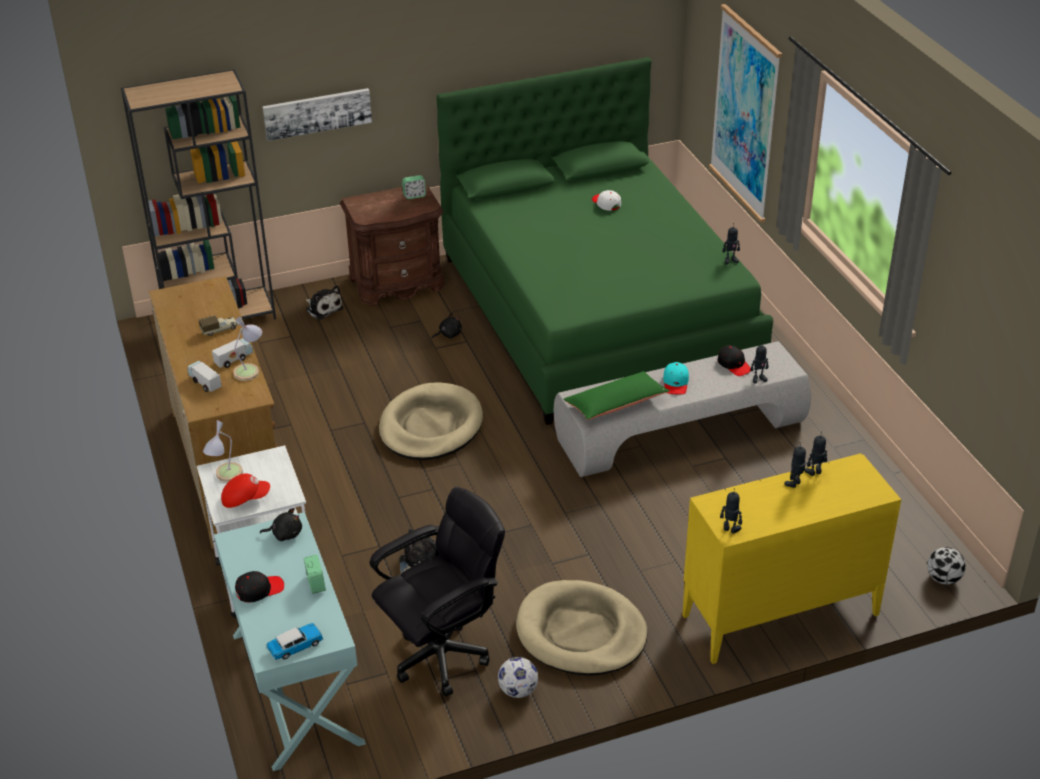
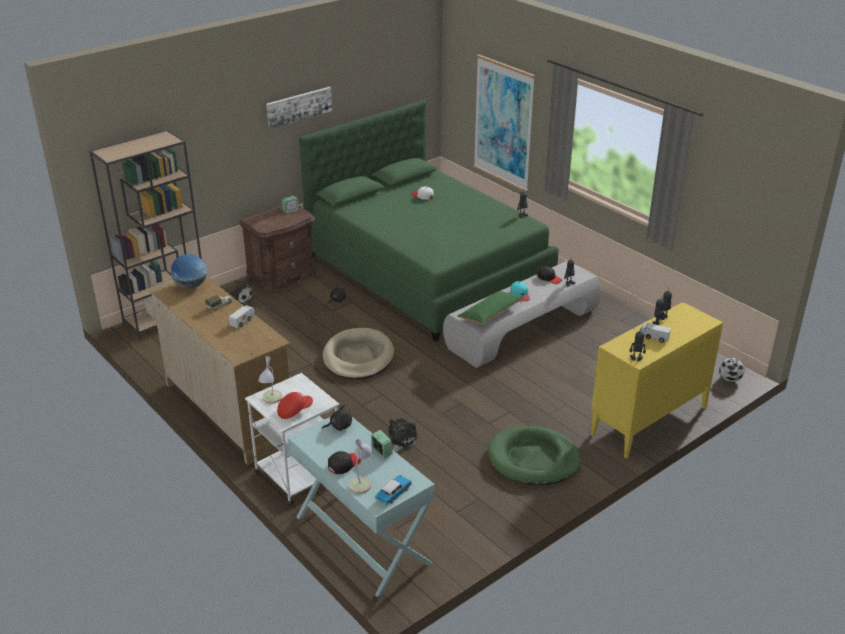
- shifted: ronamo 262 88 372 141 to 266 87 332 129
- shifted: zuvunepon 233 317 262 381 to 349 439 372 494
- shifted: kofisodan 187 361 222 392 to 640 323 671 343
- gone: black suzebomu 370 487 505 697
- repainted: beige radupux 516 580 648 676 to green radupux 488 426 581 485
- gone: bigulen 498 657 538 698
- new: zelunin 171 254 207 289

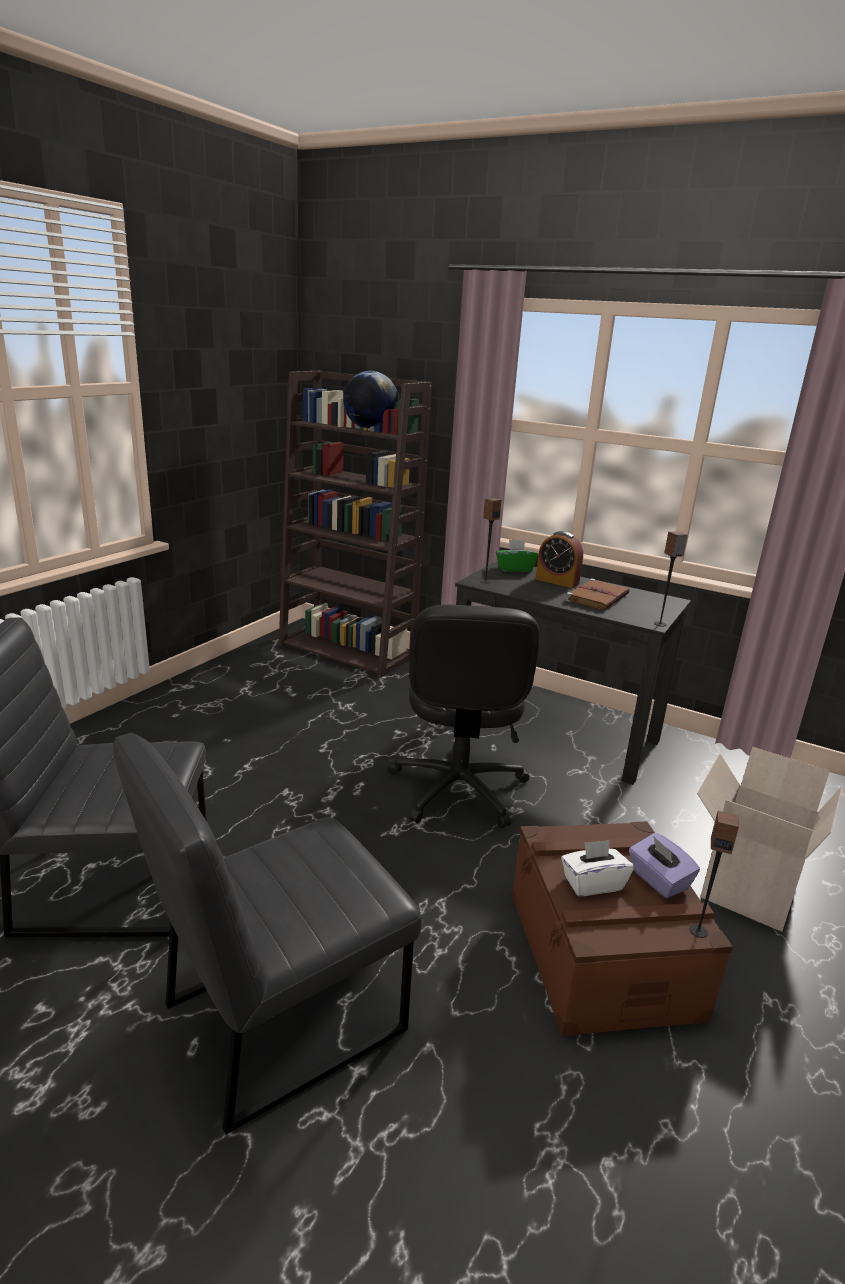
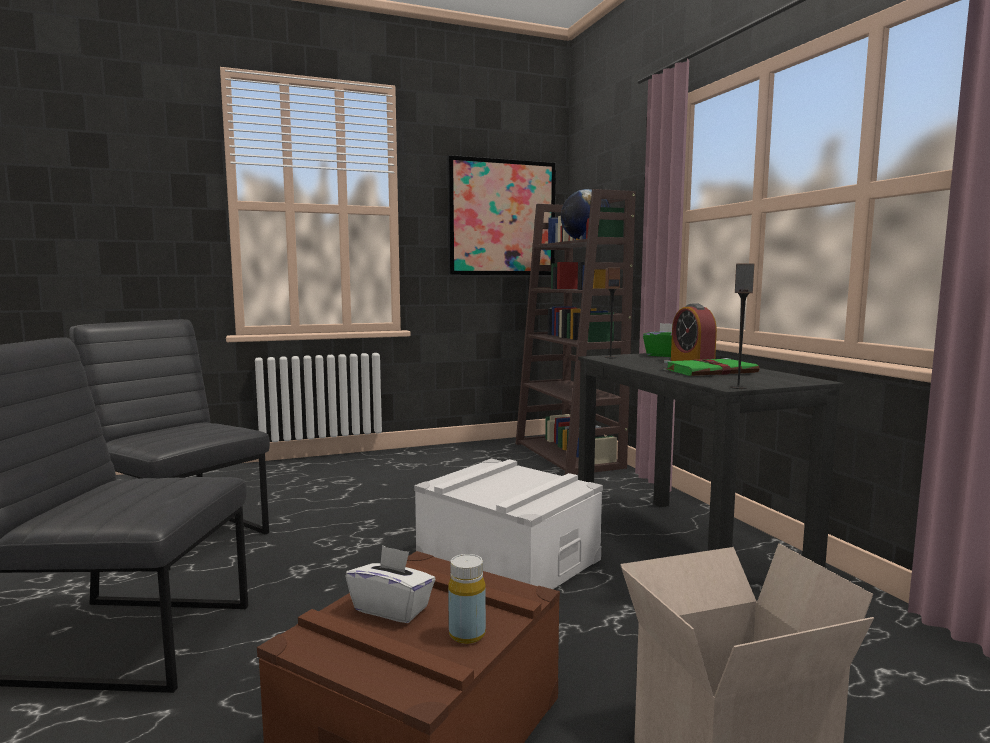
- repainted: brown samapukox 565 579 629 610 to green samapukox 663 358 760 376
- swapped: black suzebomu 387 605 540 828 to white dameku 414 459 603 589
- gone: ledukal 689 811 739 938
- swapped: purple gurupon 629 833 700 898 to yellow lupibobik 448 554 486 644
- new: ronamo 447 155 556 275

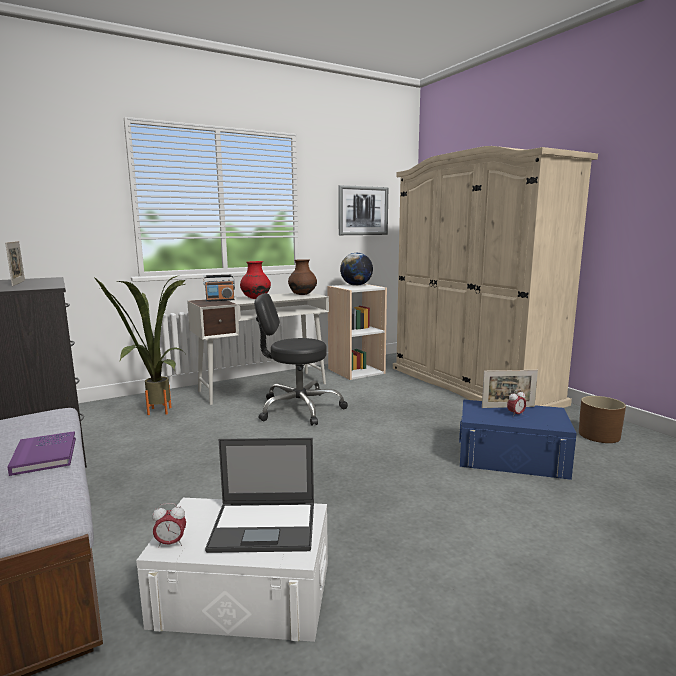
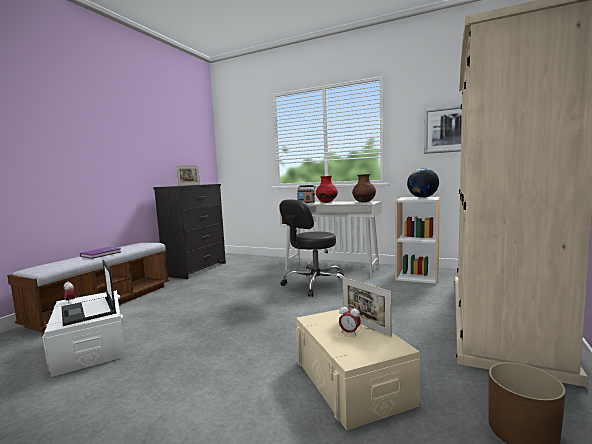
- gone: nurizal 94 276 186 415
- rotated: black suzebomu 254 293 348 426 = 279 199 345 297 90 degrees counterclockwise
- repainted: blue dameku 459 400 577 480 to beige dameku 296 309 420 431

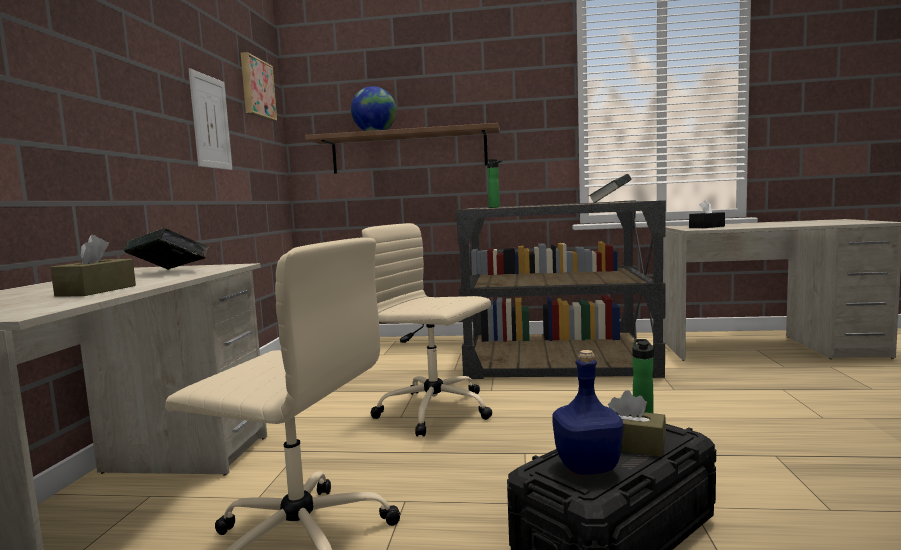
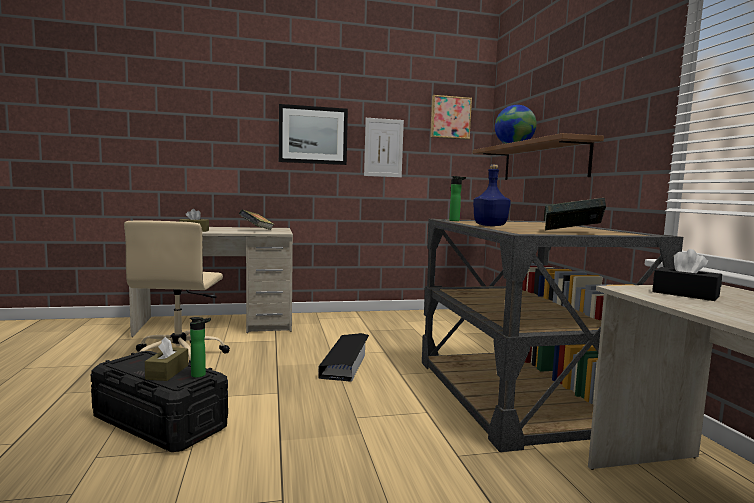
- swapped: beige suzebomu 362 223 492 437 to black dameku 318 333 369 382
- shifted: blue lupibobik 552 350 623 475 to 473 164 511 226
- new: ronamo 279 104 348 165

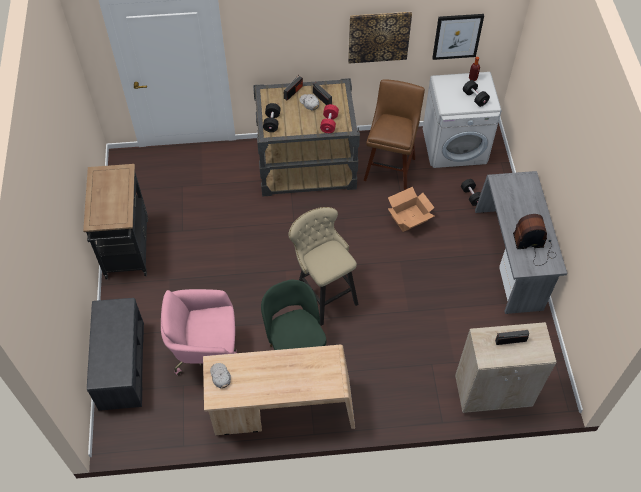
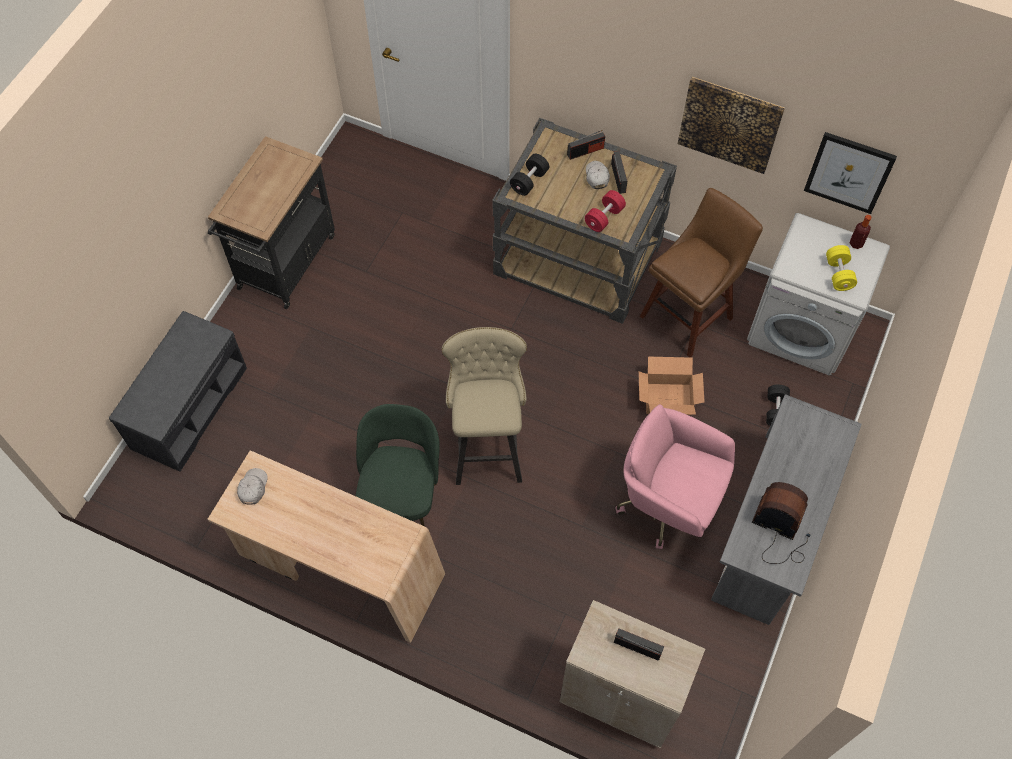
- repainted: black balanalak 463 80 490 107 to yellow balanalak 826 245 857 291
- shifted: pink suzebomu 161 289 237 375 to 615 404 735 549

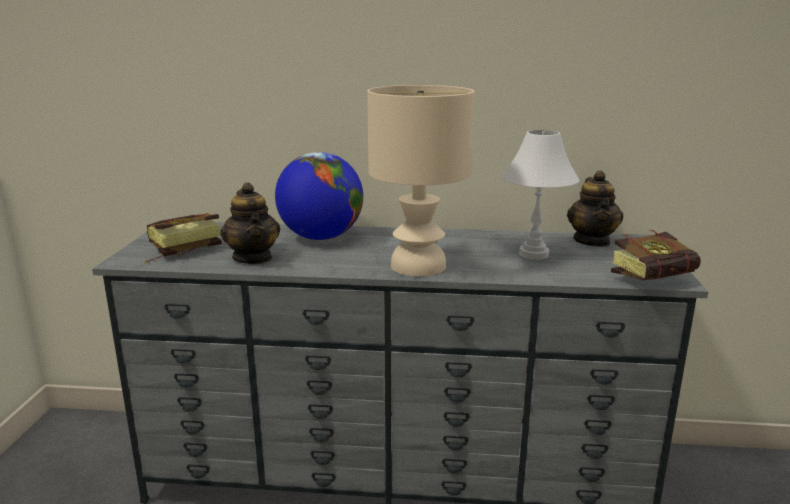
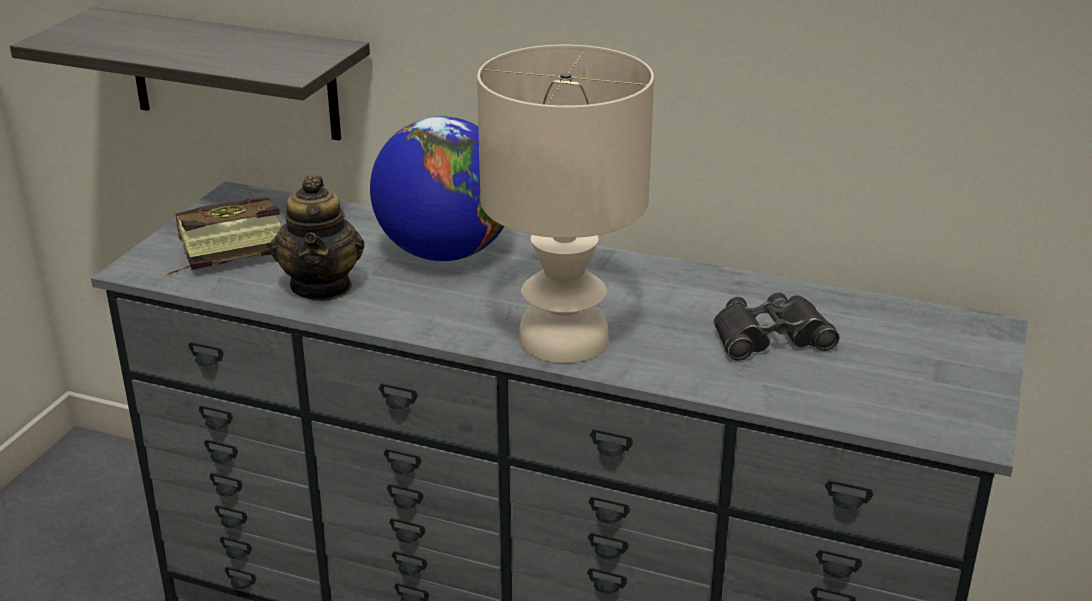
- swapped: white zuvunepon 501 130 580 260 to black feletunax 714 293 840 361
- gone: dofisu 567 170 623 247
- gone: samapukox 611 230 701 281
- new: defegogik 10 7 370 141

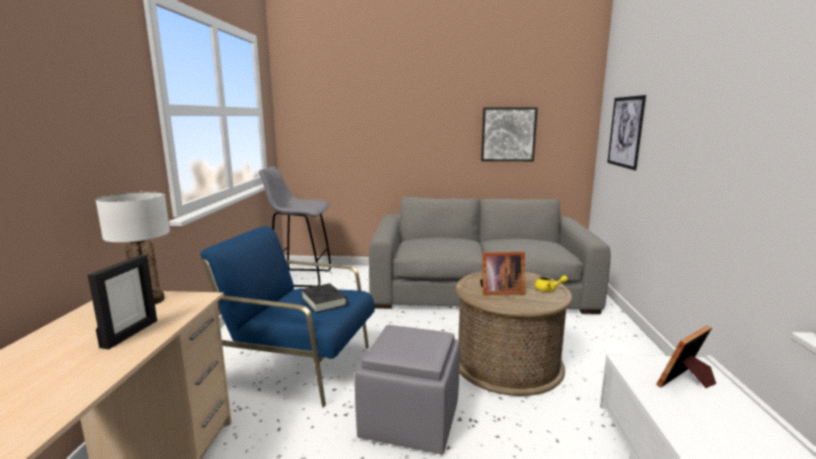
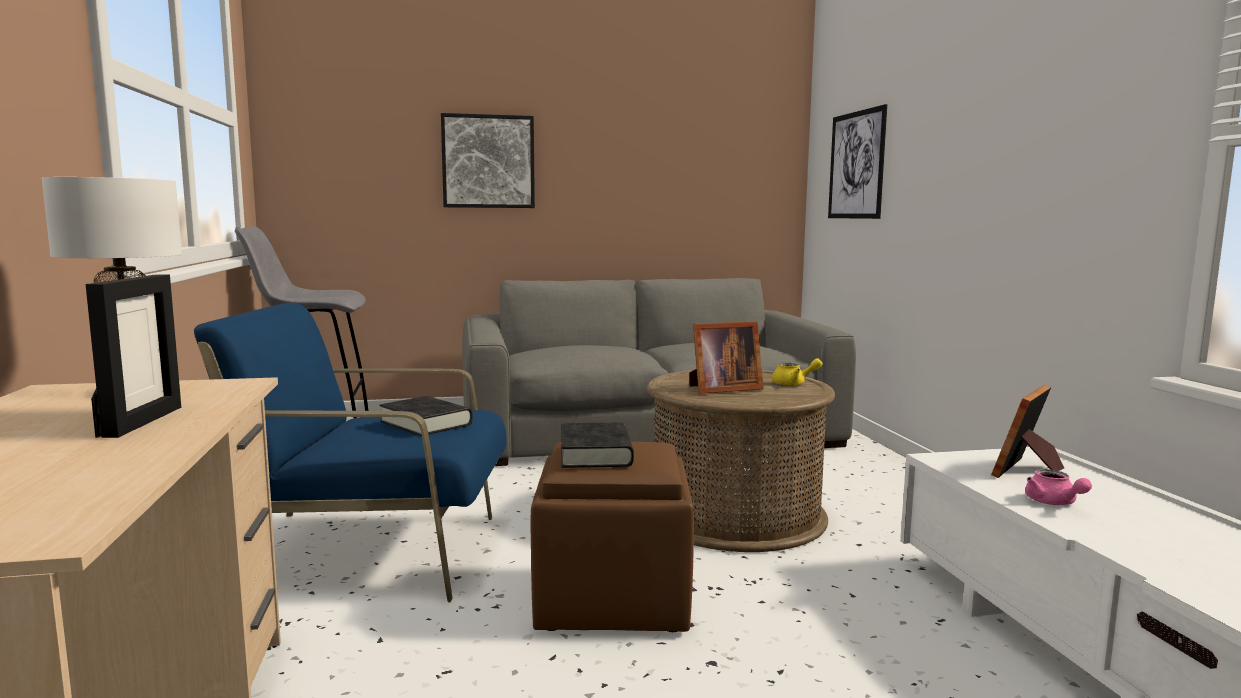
- shifted: ronamo 481 107 538 161 to 441 113 535 208
- repainted: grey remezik 354 325 460 454 to brown remezik 530 442 694 632
- new: black samapukox 561 423 634 468
- new: pink dofisu 1025 469 1092 505

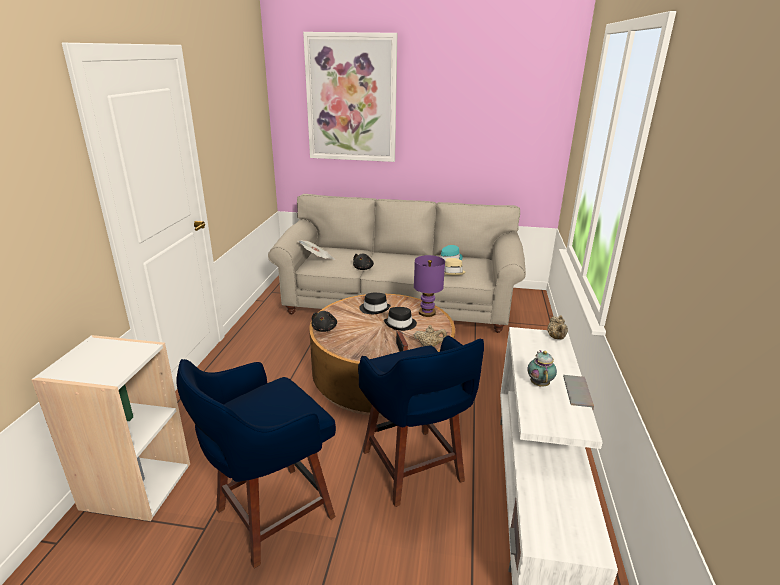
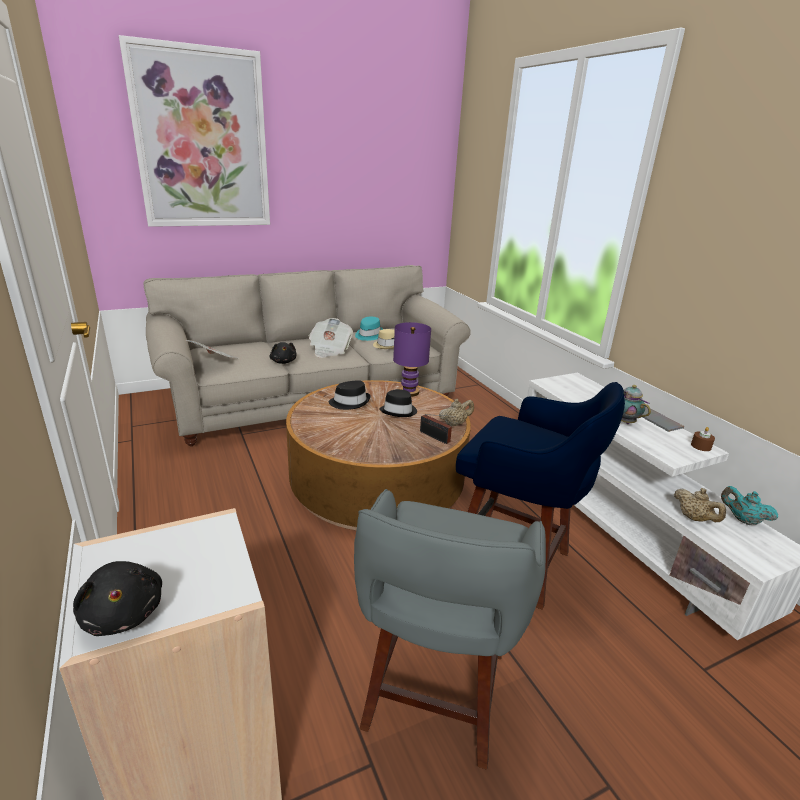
- shifted: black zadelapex 312 311 337 332 to 73 561 162 636
- shifted: beige dofisu 547 315 568 340 to 674 488 726 522
- repainted: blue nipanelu 176 359 336 569 to grey nipanelu 354 489 546 770
- new: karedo 308 318 353 358
- new: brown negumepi 691 427 715 451
- new: turquoise dofisu 721 486 778 525

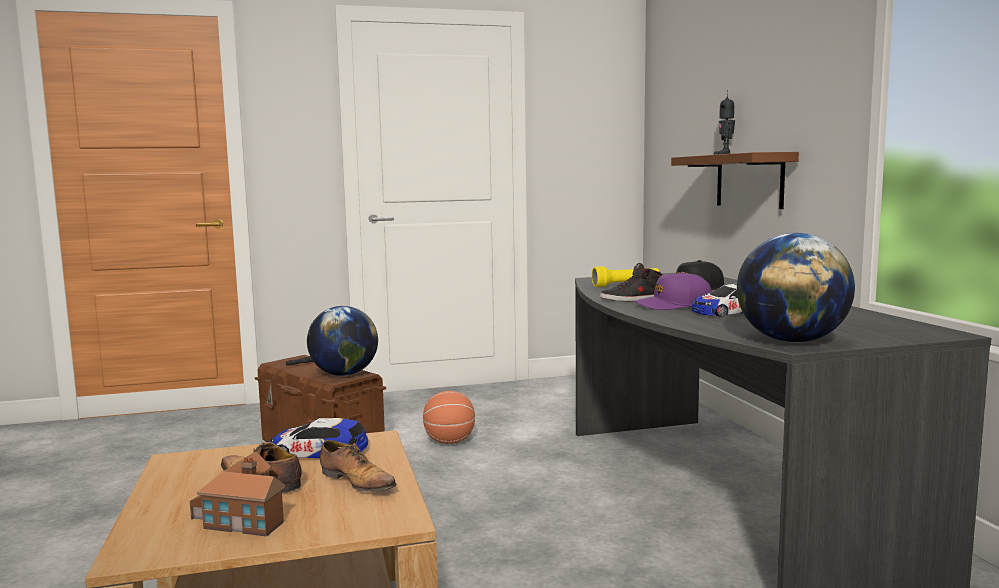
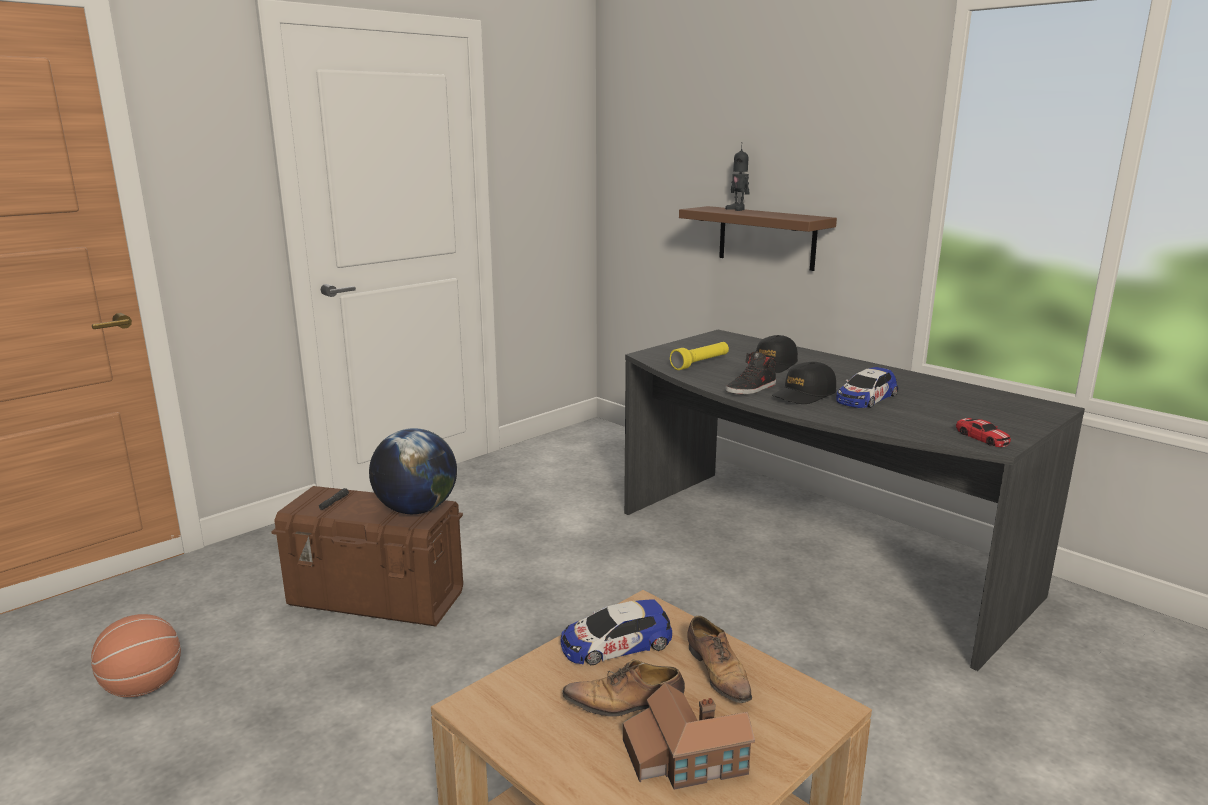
- swapped: zelunin 737 233 855 343 to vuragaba 956 418 1011 447
- repainted: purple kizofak 634 272 712 310 to black kizofak 772 362 836 404
- shifted: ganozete 423 391 475 444 to 91 614 181 697
- rotated: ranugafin 320 440 397 494 = 687 616 752 706 60 degrees clockwise

